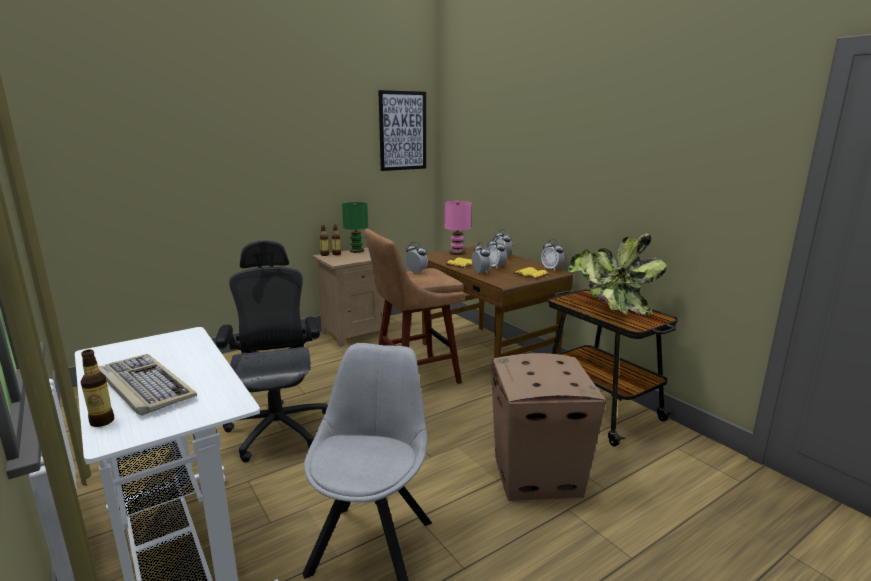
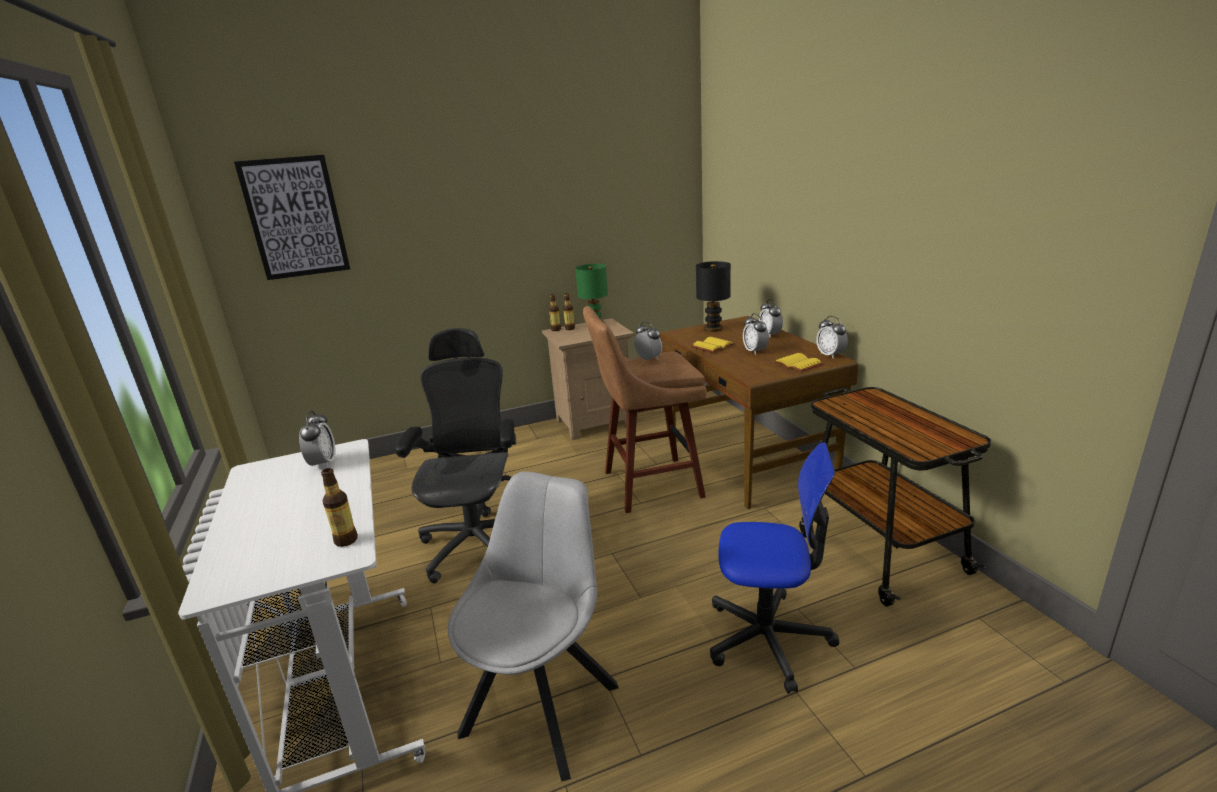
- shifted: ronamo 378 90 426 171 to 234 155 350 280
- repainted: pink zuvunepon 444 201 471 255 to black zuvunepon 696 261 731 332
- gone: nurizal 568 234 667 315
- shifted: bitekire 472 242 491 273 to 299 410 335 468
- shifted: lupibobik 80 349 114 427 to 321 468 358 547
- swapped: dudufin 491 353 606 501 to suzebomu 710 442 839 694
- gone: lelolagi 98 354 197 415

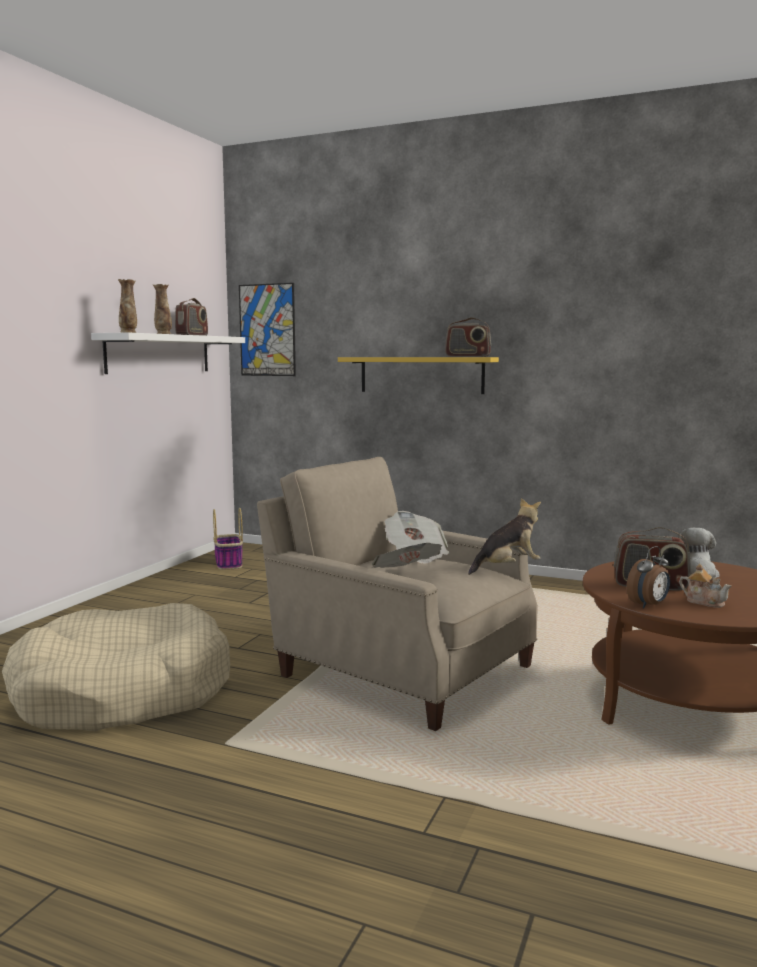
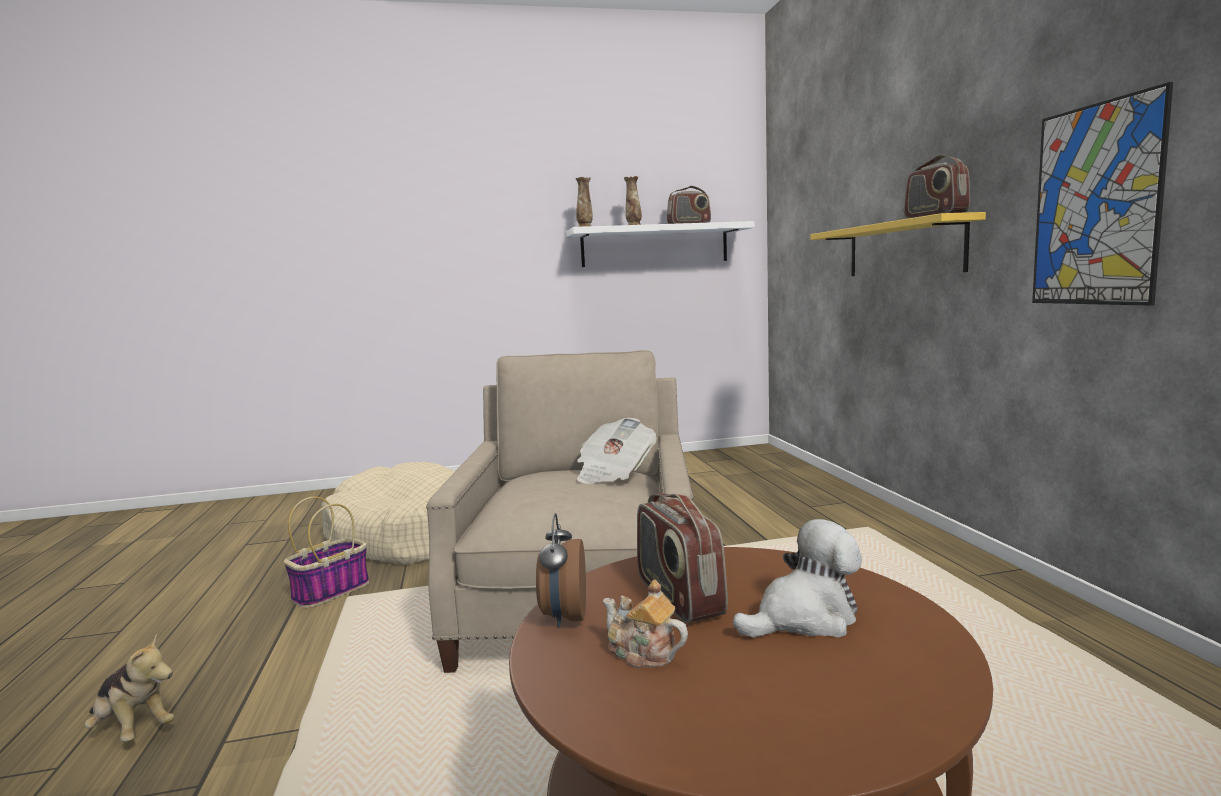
- shifted: ronamo 239 283 296 376 to 1032 82 1173 306
- shifted: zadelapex 468 498 541 575 to 84 633 174 742
- shifted: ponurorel 213 508 243 570 to 284 497 369 608
- gone: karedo 372 543 442 568
- rotated: bitekire 627 546 670 608 = 536 513 586 628 75 degrees clockwise
- rotated: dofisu 679 564 732 608 = 603 579 688 668 120 degrees clockwise

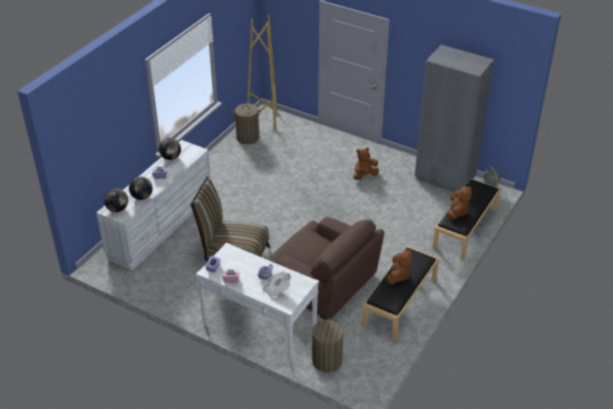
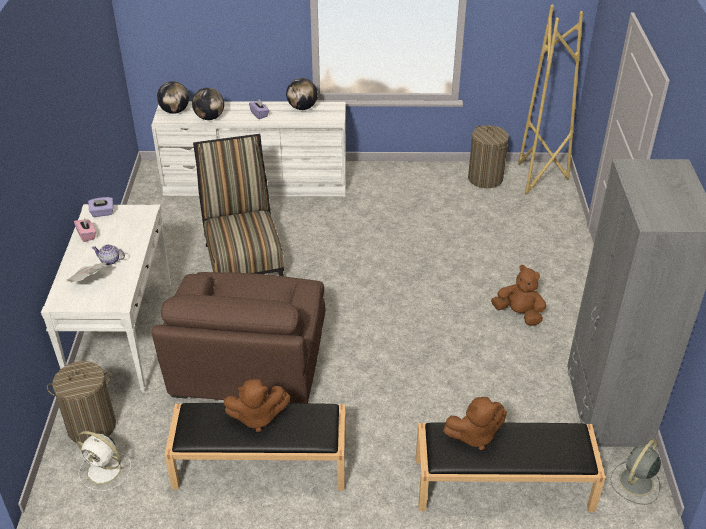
- new: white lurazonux 76 431 131 491

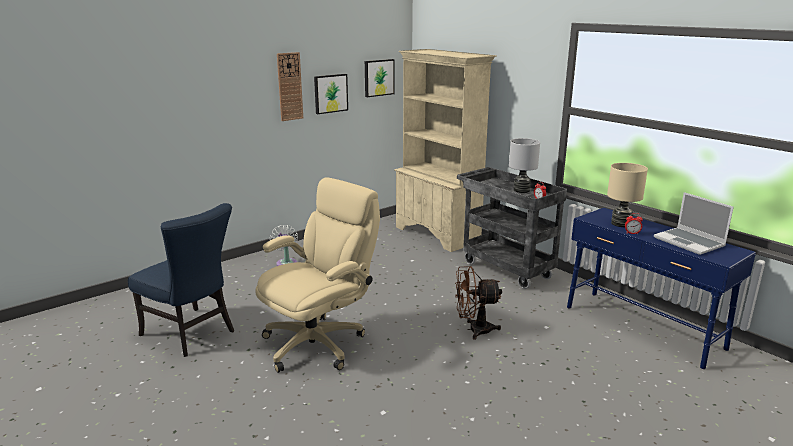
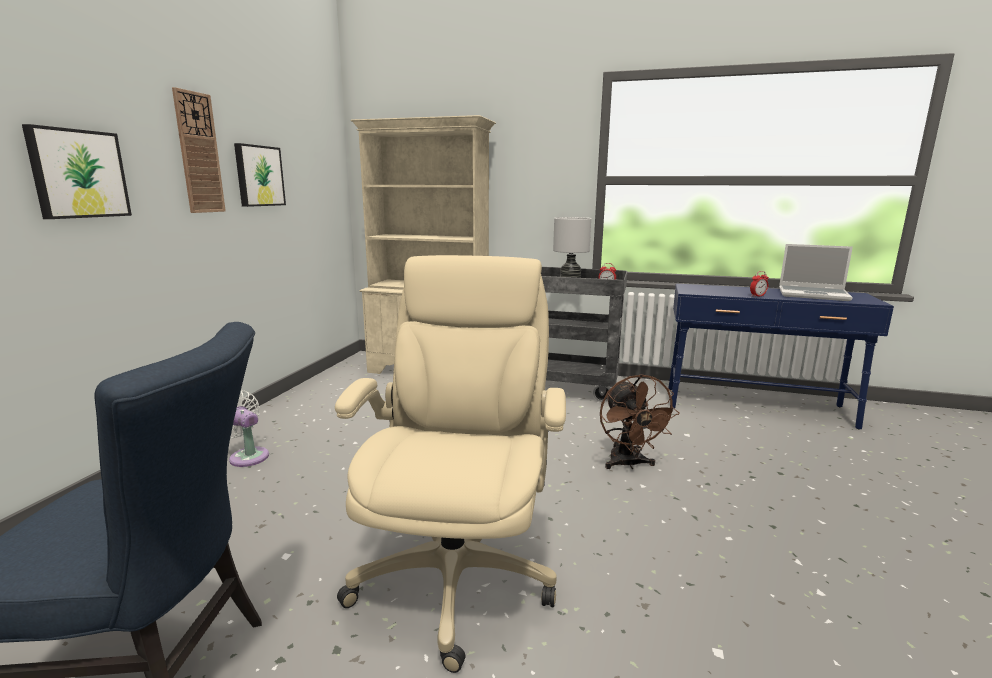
- shifted: ronamo 365 59 395 97 to 22 124 132 219
- gone: beige zuvunepon 607 163 648 227
- rotated: brown lurazonux 455 266 502 340 = 600 374 680 469 60 degrees counterclockwise

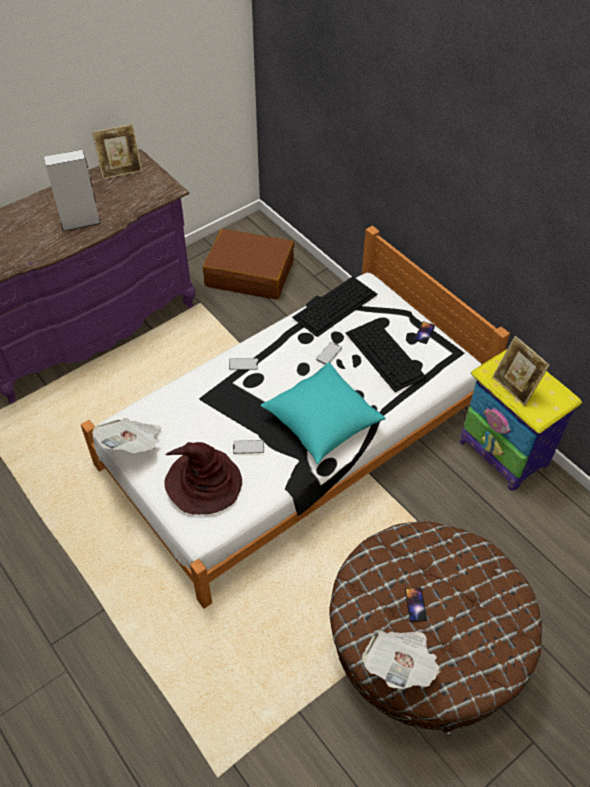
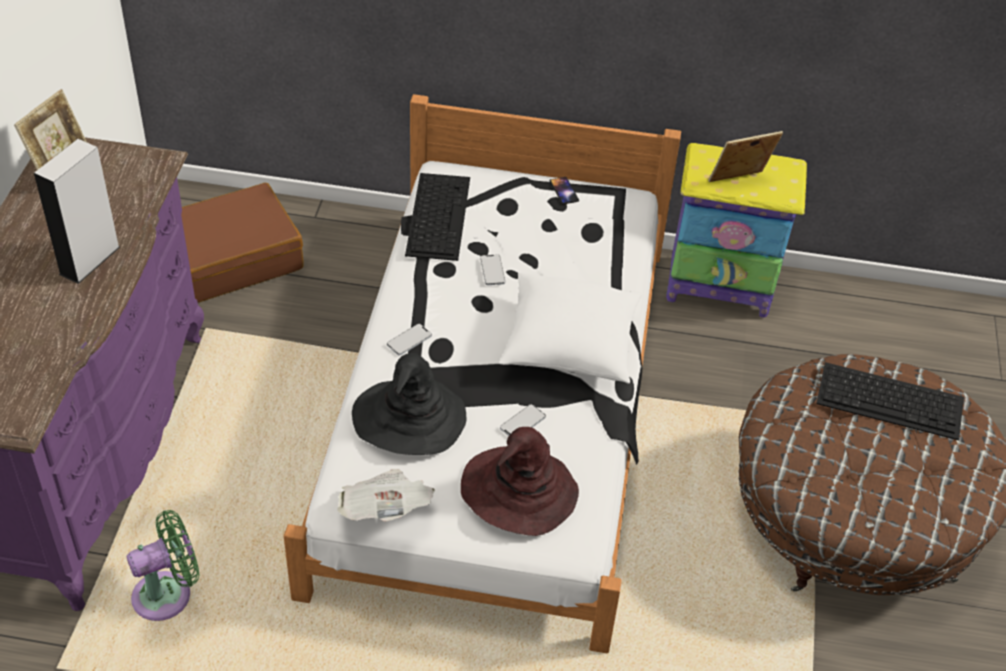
- shifted: lelolagi 346 319 426 392 to 816 362 964 440
- rotated: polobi 492 336 550 406 = 708 131 783 182 150 degrees clockwise
- repainted: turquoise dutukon 261 362 386 464 to white dutukon 499 273 642 384
- gone: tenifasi 405 587 427 622
- gone: karedo 362 631 441 689
- new: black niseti 352 353 466 455
- new: green lurazonux 127 510 200 621

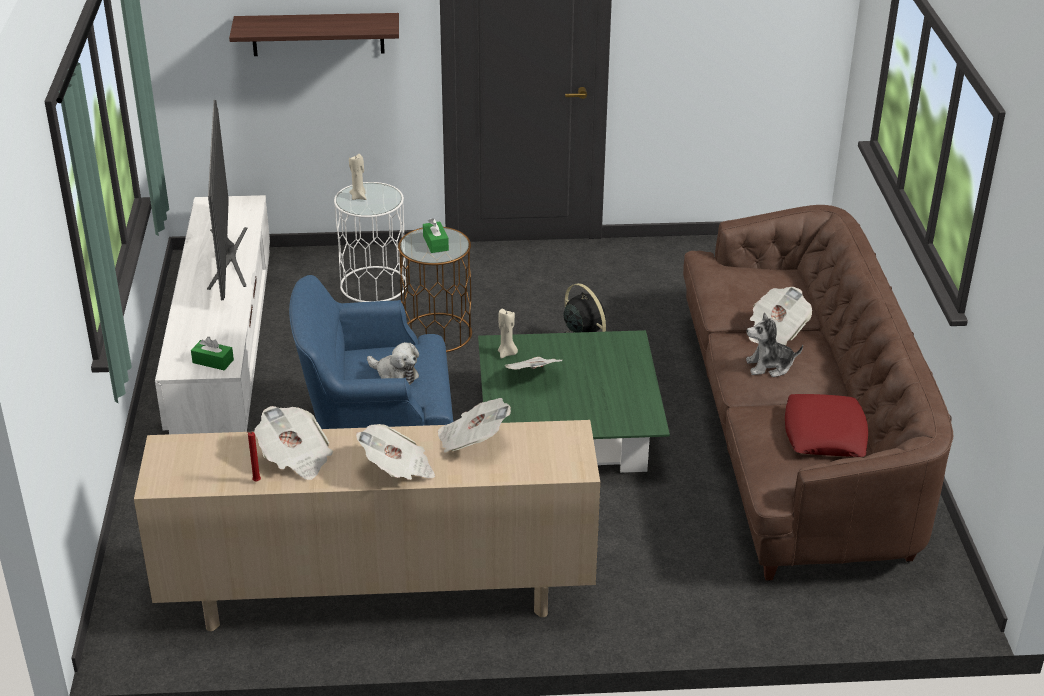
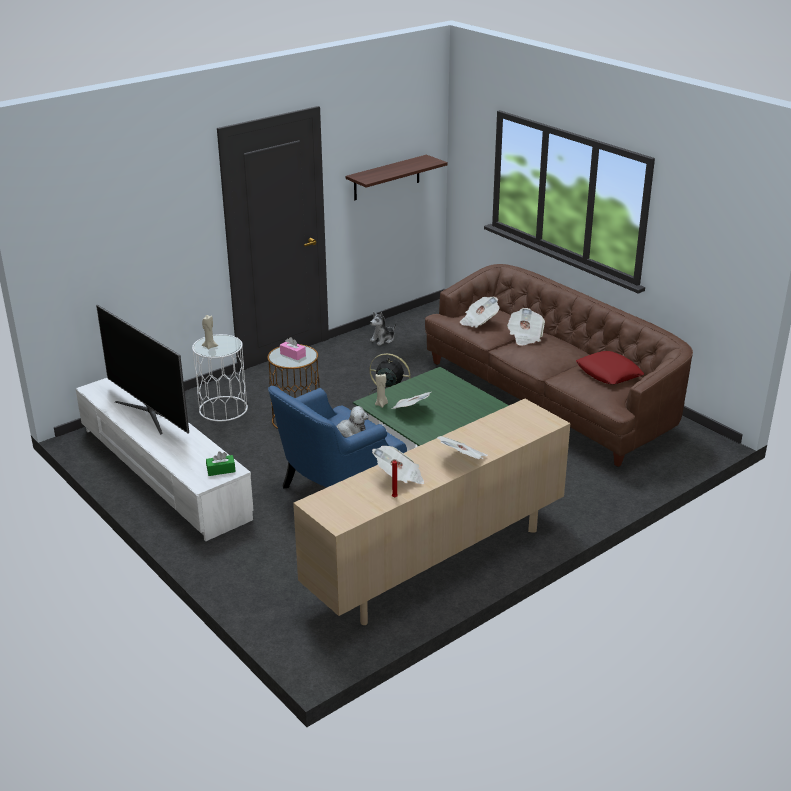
- shifted: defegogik 229 13 399 56 to 346 155 448 200
- repainted: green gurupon 423 218 449 253 to pink gurupon 280 337 306 360
- shifted: zadelapex 746 312 803 377 to 370 312 396 346
- shifted: karedo 437 398 511 453 to 460 297 499 328

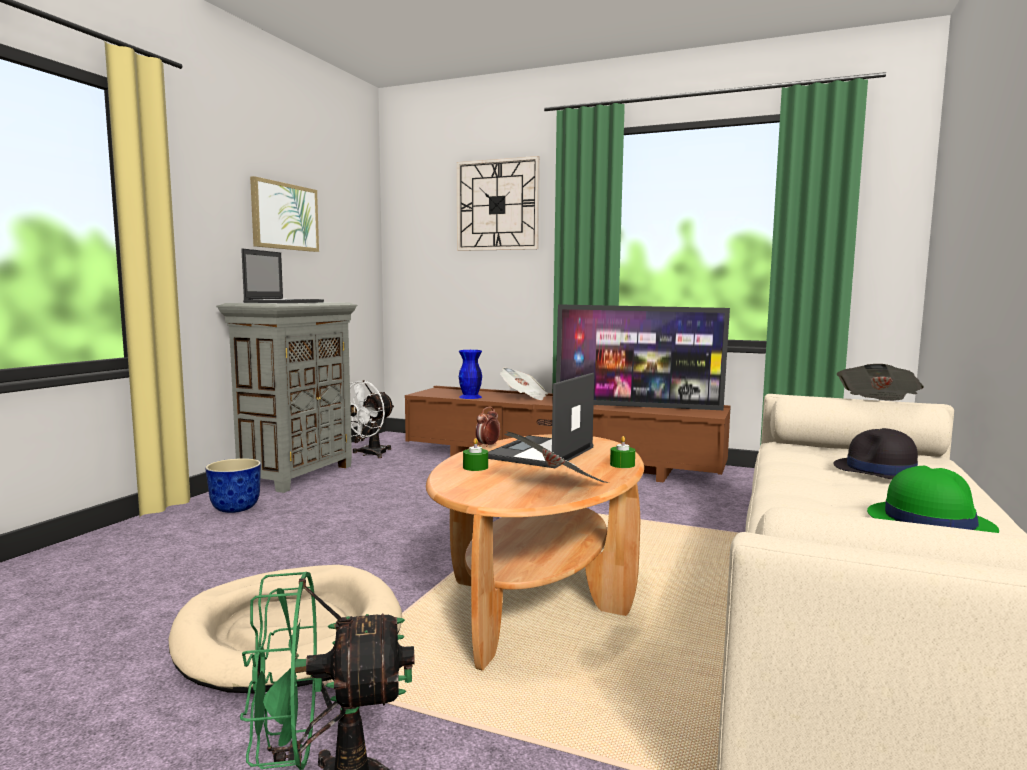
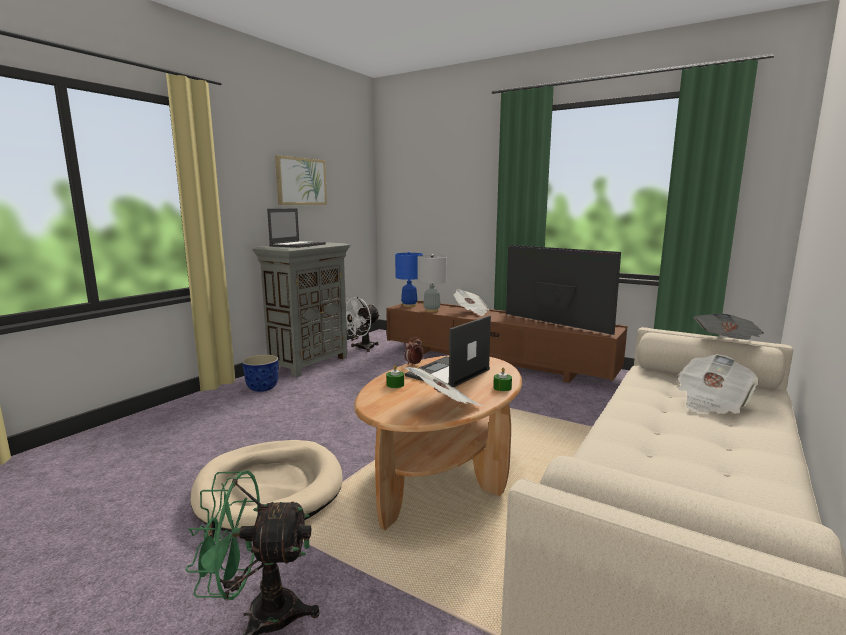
- gone: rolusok 457 156 540 251
- rotated: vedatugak 556 304 730 410 = 506 245 621 335 150 degrees counterclockwise
- swapped: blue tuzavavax 459 350 482 399 to grey zuvunepon 417 254 447 313
- swapped: black niseti 833 428 918 480 to karedo 677 354 759 414
- gone: green niseti 867 466 999 533
- new: blue zuvunepon 395 252 423 307

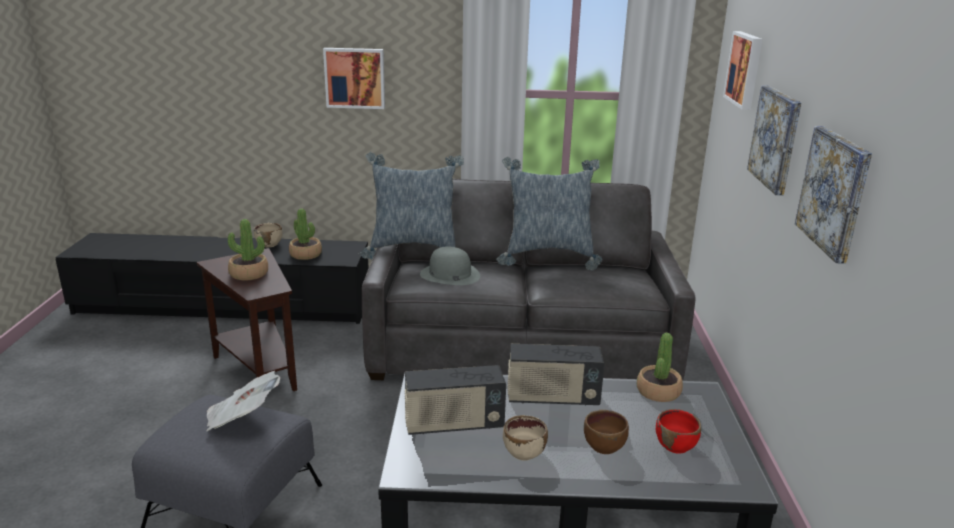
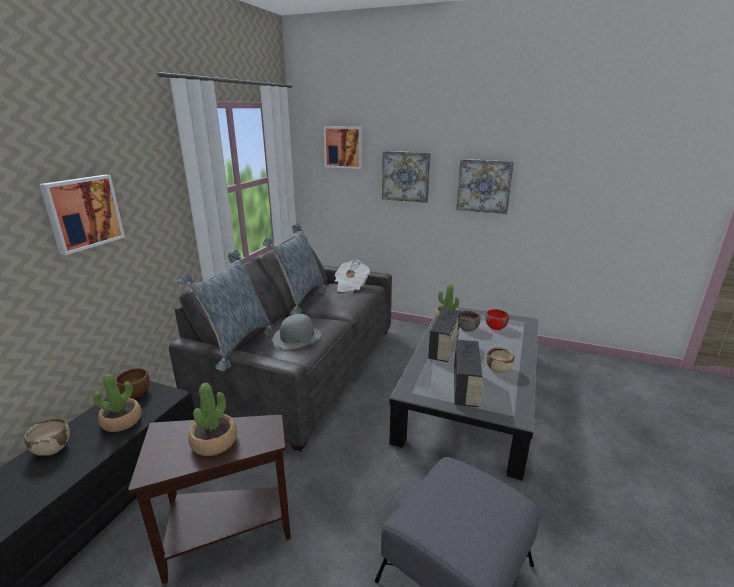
- shifted: karedo 206 371 280 431 to 335 260 370 292
- shifted: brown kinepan 584 410 629 454 to 115 368 150 398
- new: grey kinepan 459 311 481 332

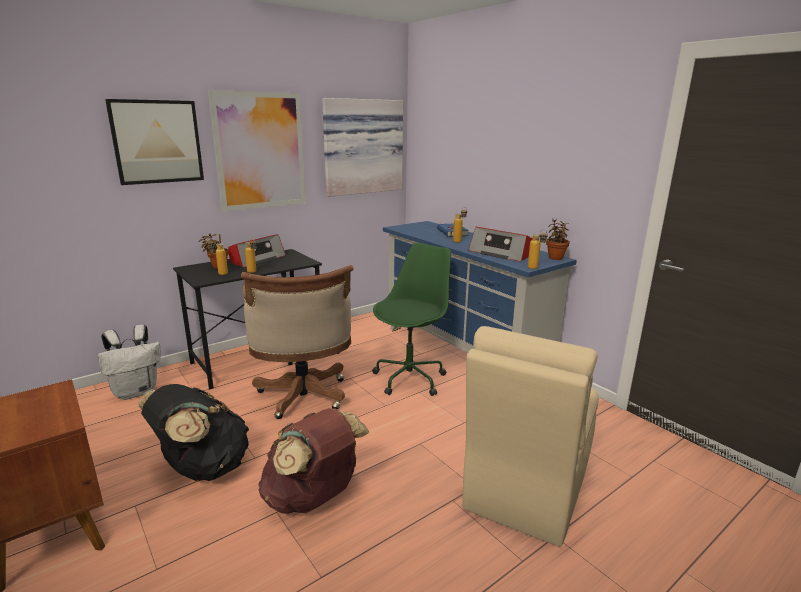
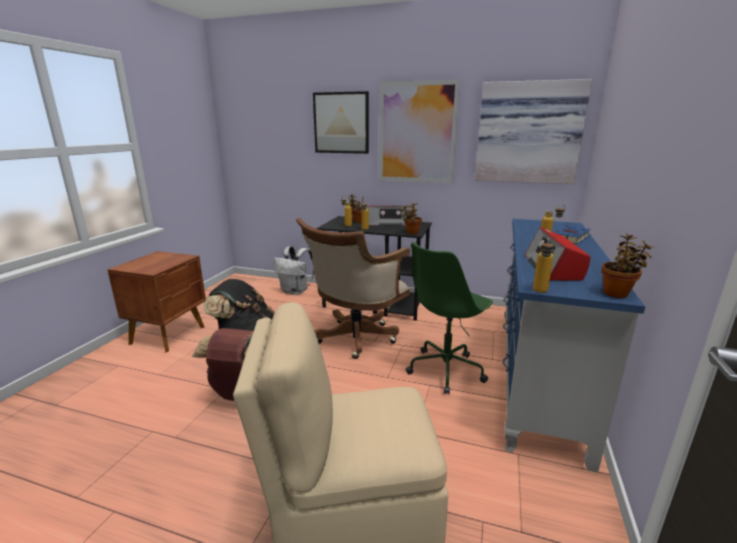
- rotated: green suzebomu 372 243 451 396 = 405 242 493 394 135 degrees clockwise
- new: nurizal 402 203 422 234

